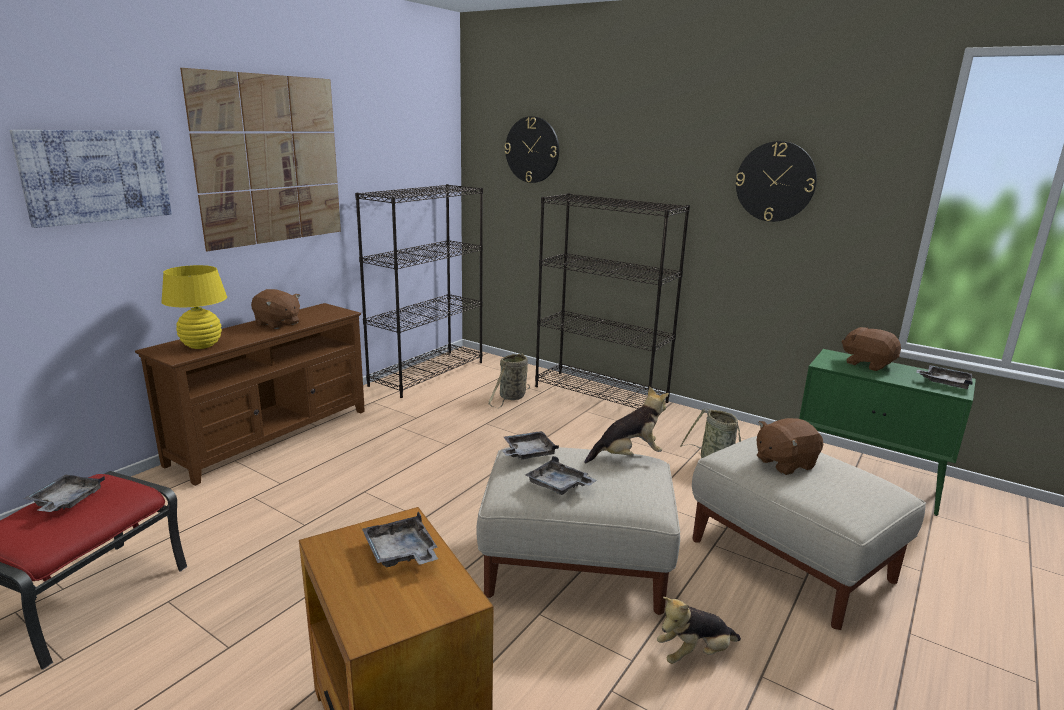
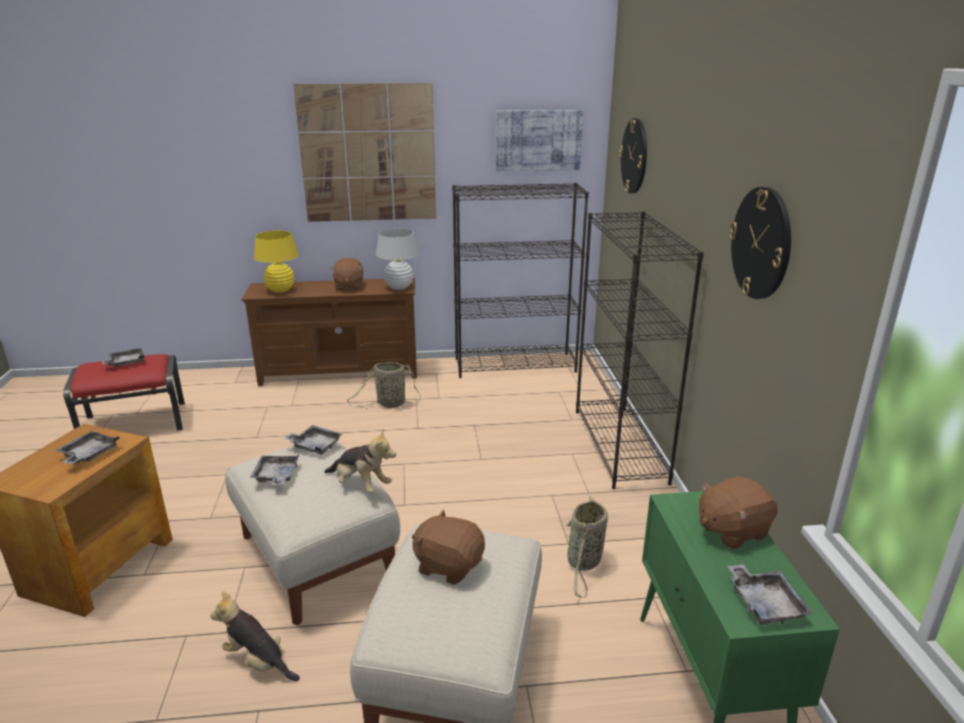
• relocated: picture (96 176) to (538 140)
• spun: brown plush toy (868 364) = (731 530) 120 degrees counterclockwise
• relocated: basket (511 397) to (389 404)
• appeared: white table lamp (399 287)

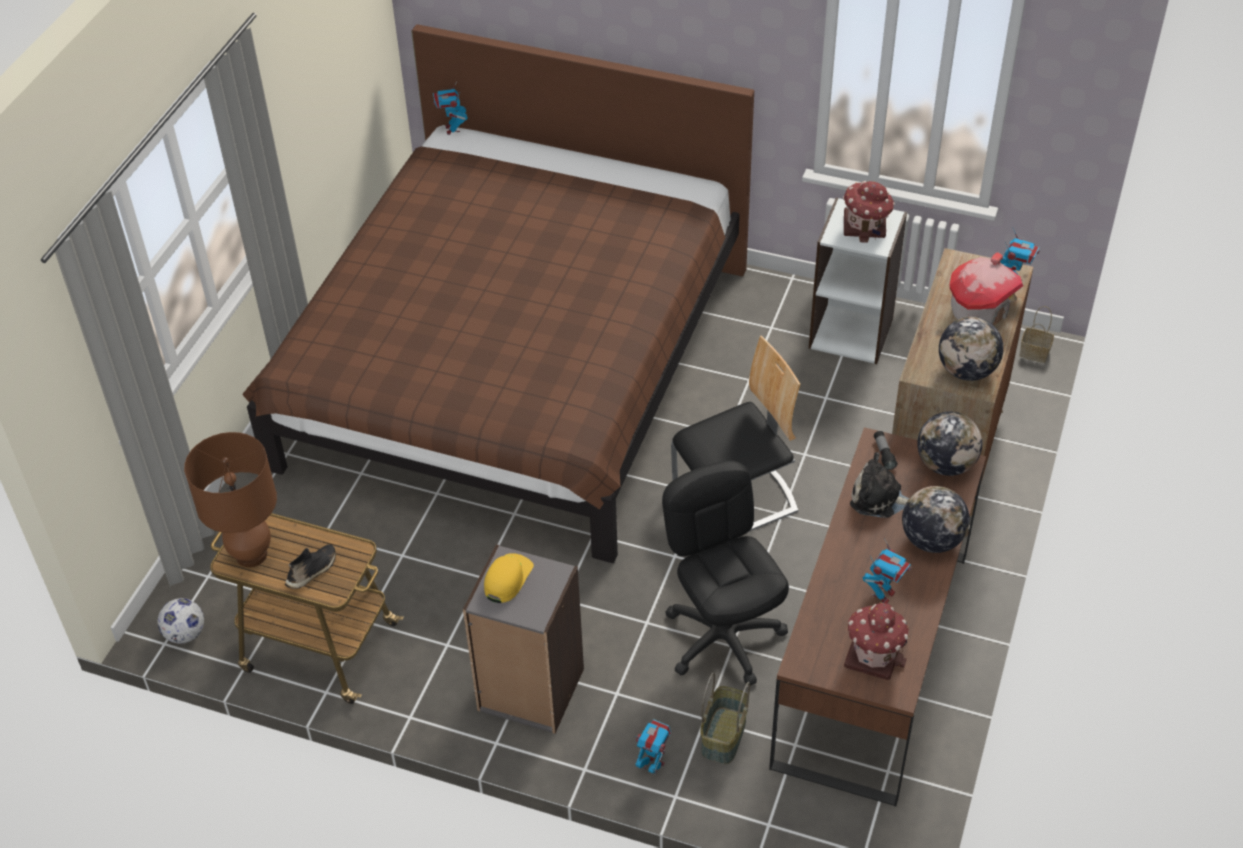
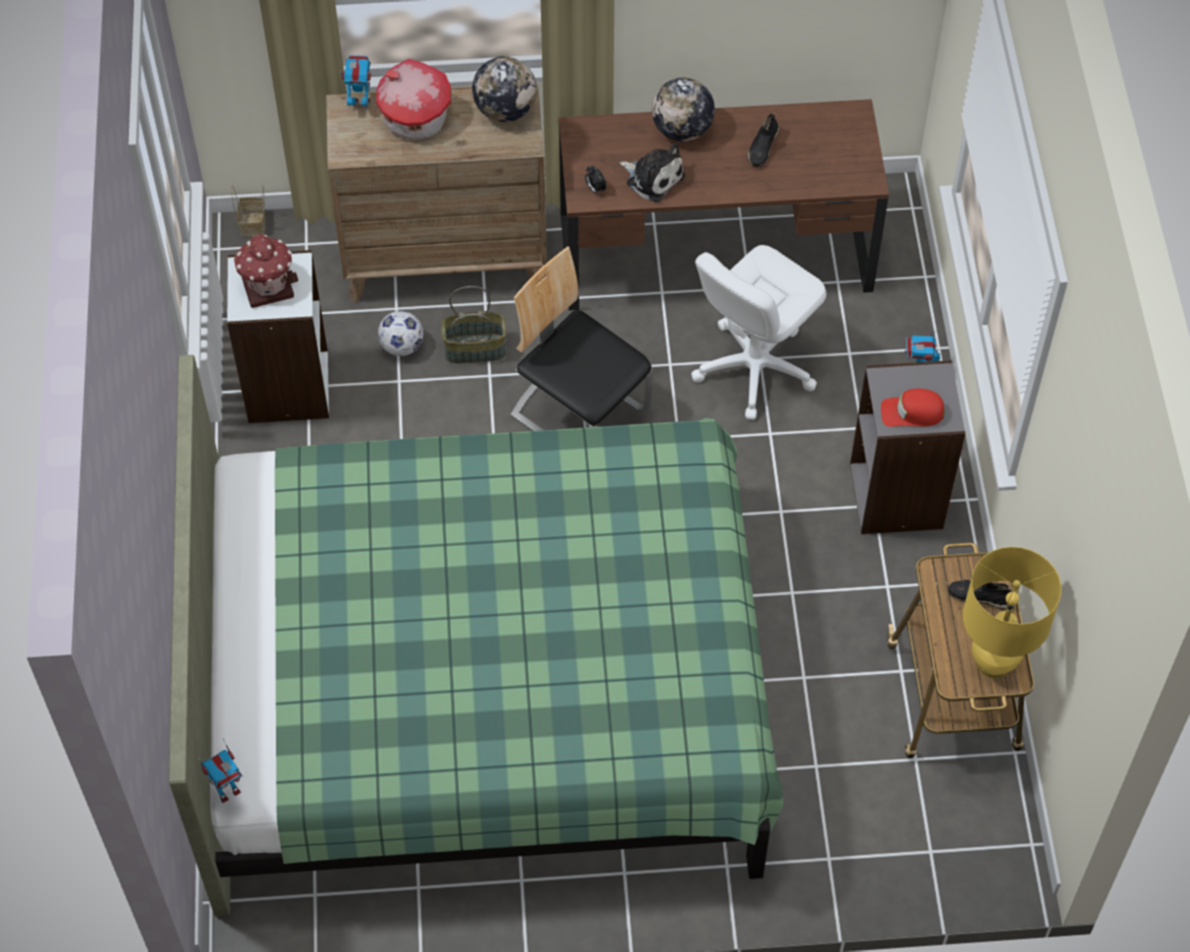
• colour: brown bed (514 366) to green bed (482 691)
• missing: globe (946 464)
• exchanged: flashlight (884 454) to alarm clock (595 189)
• colour: brown table lamp (251 555) to yellow table lamp (993 663)
• spun: plush toy (879 498) = (652 178) 45 degrees counterclockwise
• colour: black office chair (723 637) to white office chair (754 368)
• exchanged: toy robot (883 594) to black shoe (762 147)
• colour: yellow cap (507 579) to red cap (912 413)
• relocated: football (185 634) to (402 346)
• missing: toy house (874 654)
• relocated: basket (724 736) to (475 348)

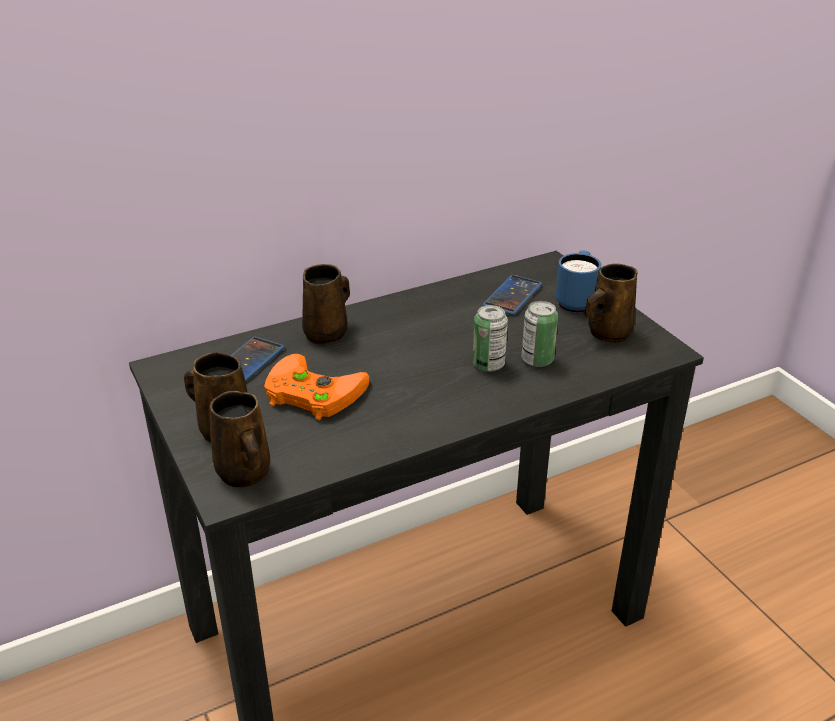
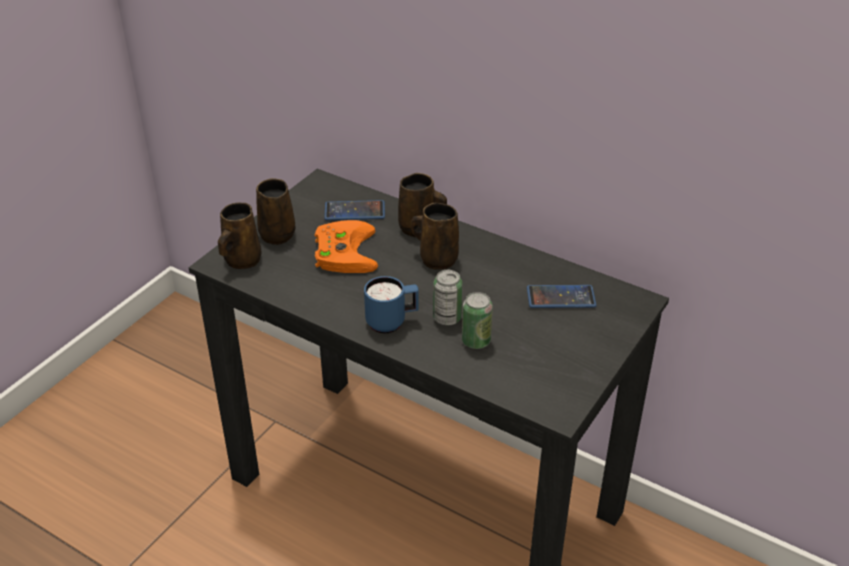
• relocated: blue mug (576 301) to (392 322)
• relocated: brown mug (607 333) to (436 259)

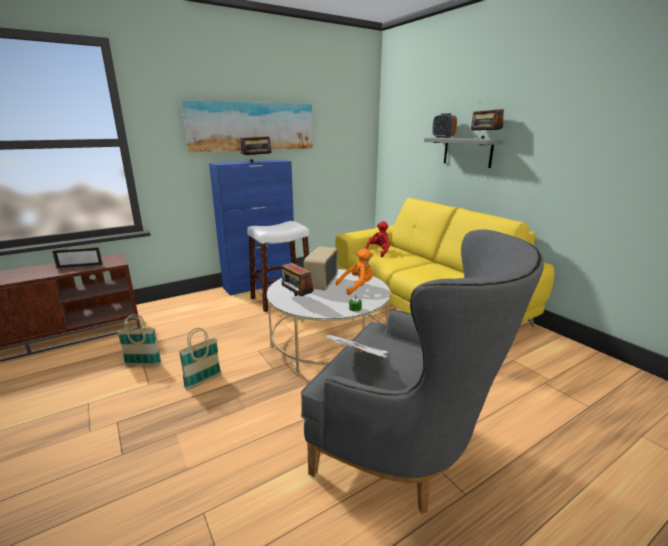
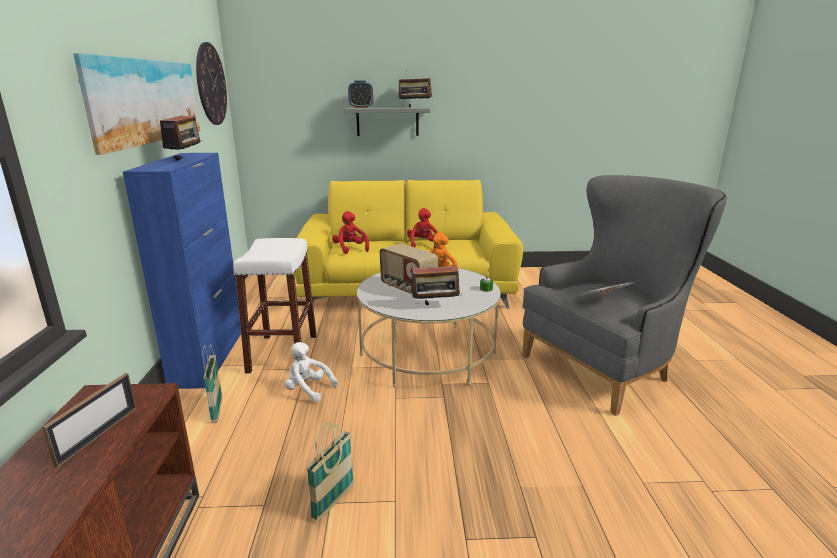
• relocated: basket (203 381) to (217 410)
• appeared: wall clock (211 84)
• appeared: red plush toy (423 245)
• appeared: white plush toy (308 390)

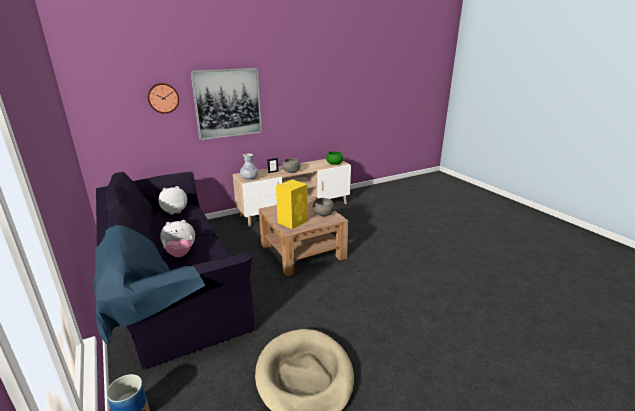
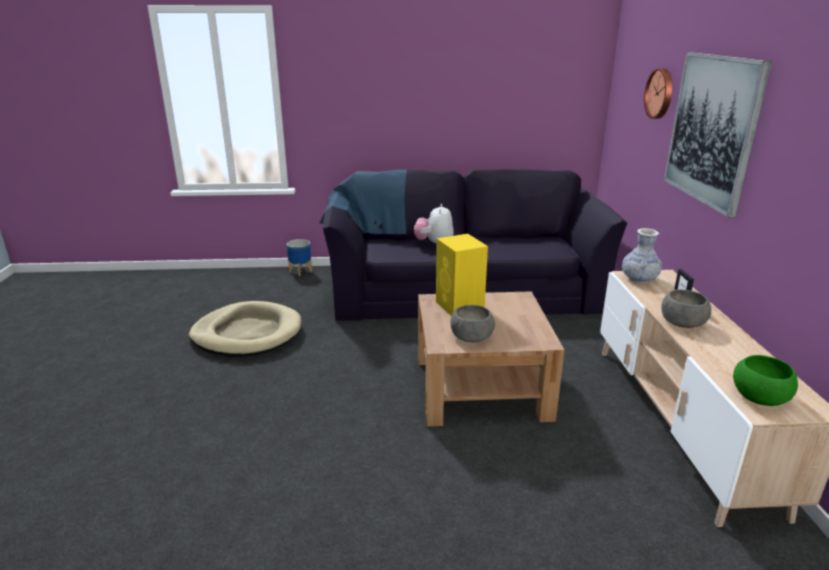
• missing: plush toy (175 211)

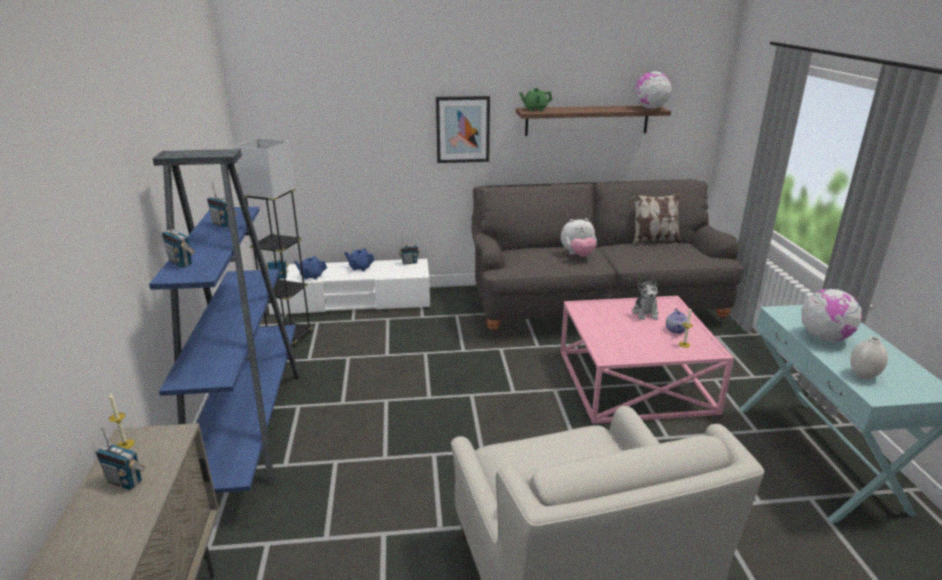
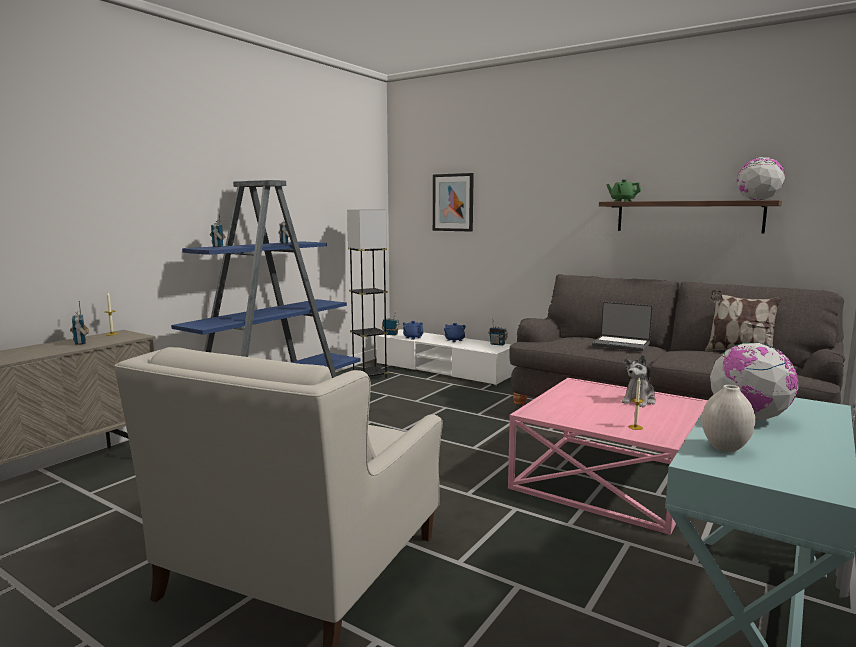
• relocated: picture (463 129) to (453 202)
• exchanged: plush toy (578 255) to laptop (621 344)
• missing: teapot (676 330)

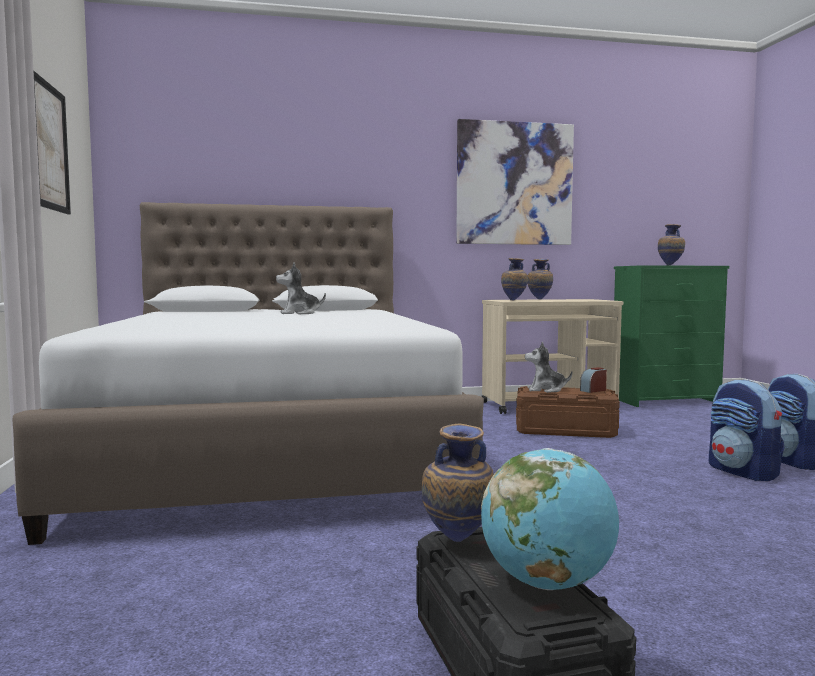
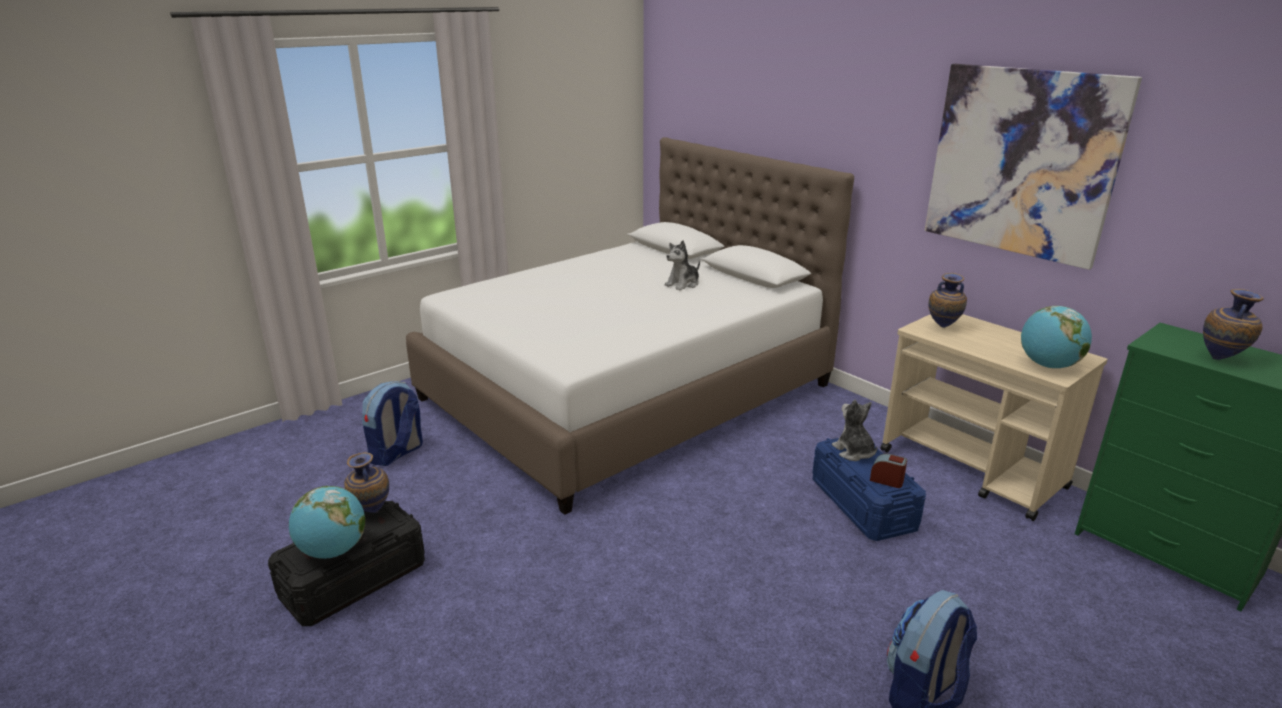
• missing: picture (49 147)
• missing: vase (539 299)
• spun: plush toy (299 313) = (683 284) 90 degrees counterclockwise
• relocated: backpack (743 472) to (396 454)
• colour: brown storage box (565 430) to blue storage box (862 505)
• appeared: globe (1048 366)

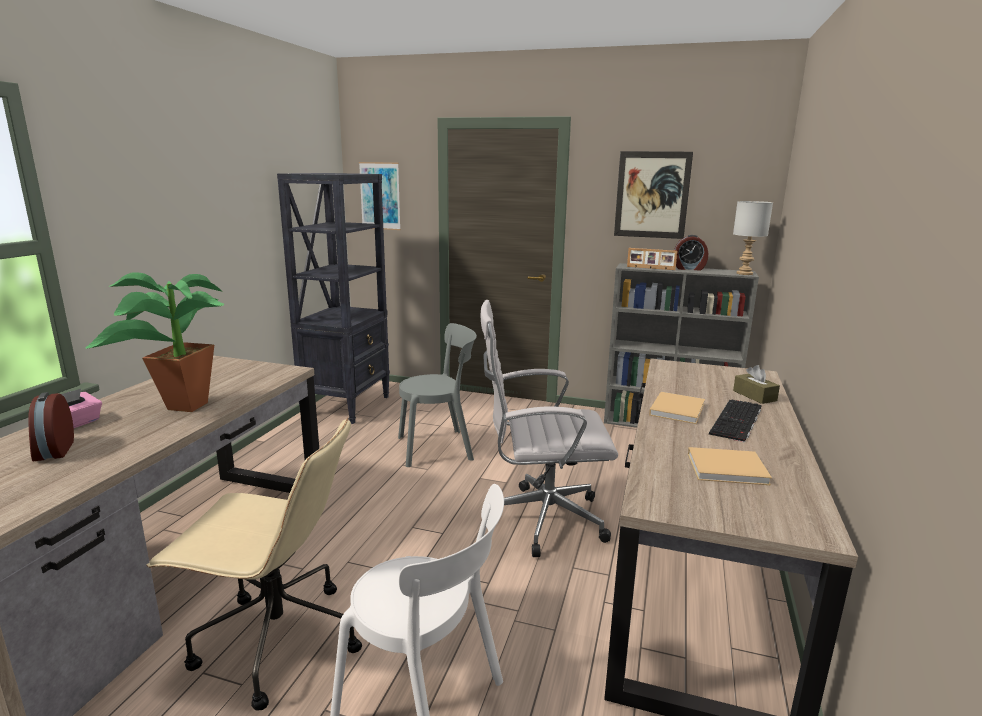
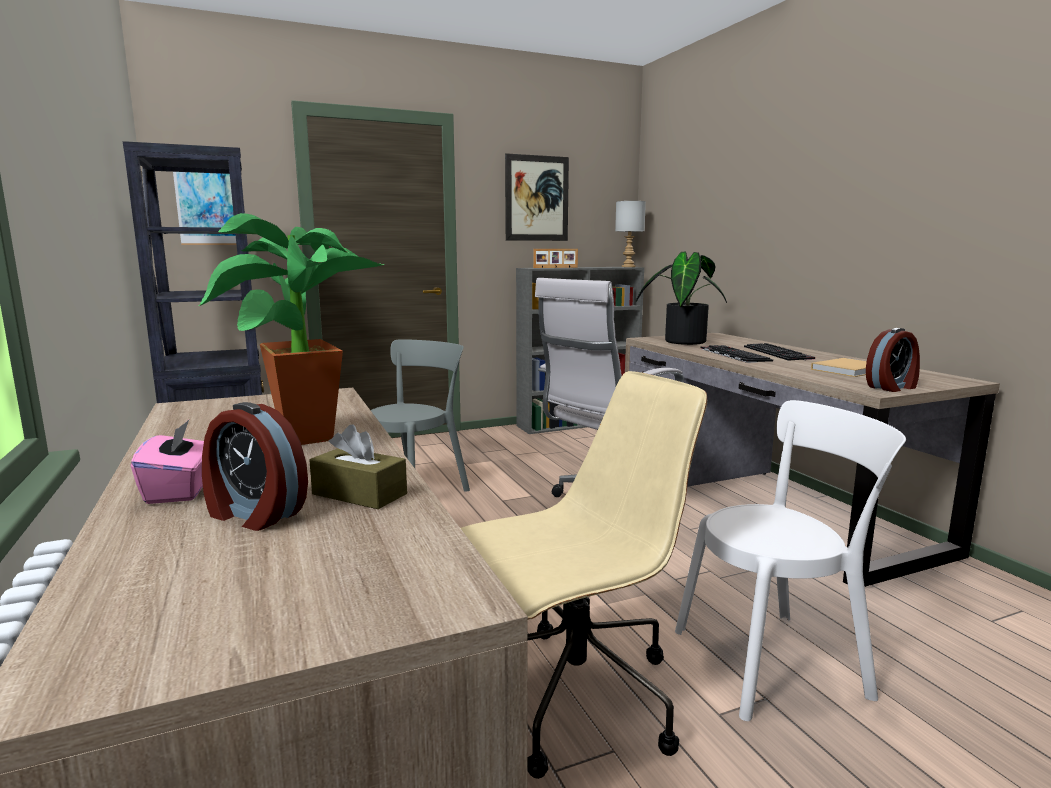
• relocated: alarm clock (689 268) to (892 387)
• relocated: brown tissue box (754 396) to (359 494)
• exchanged: beige book (677 409) to keyboard (732 354)
• appeared: potted plant (681 341)

